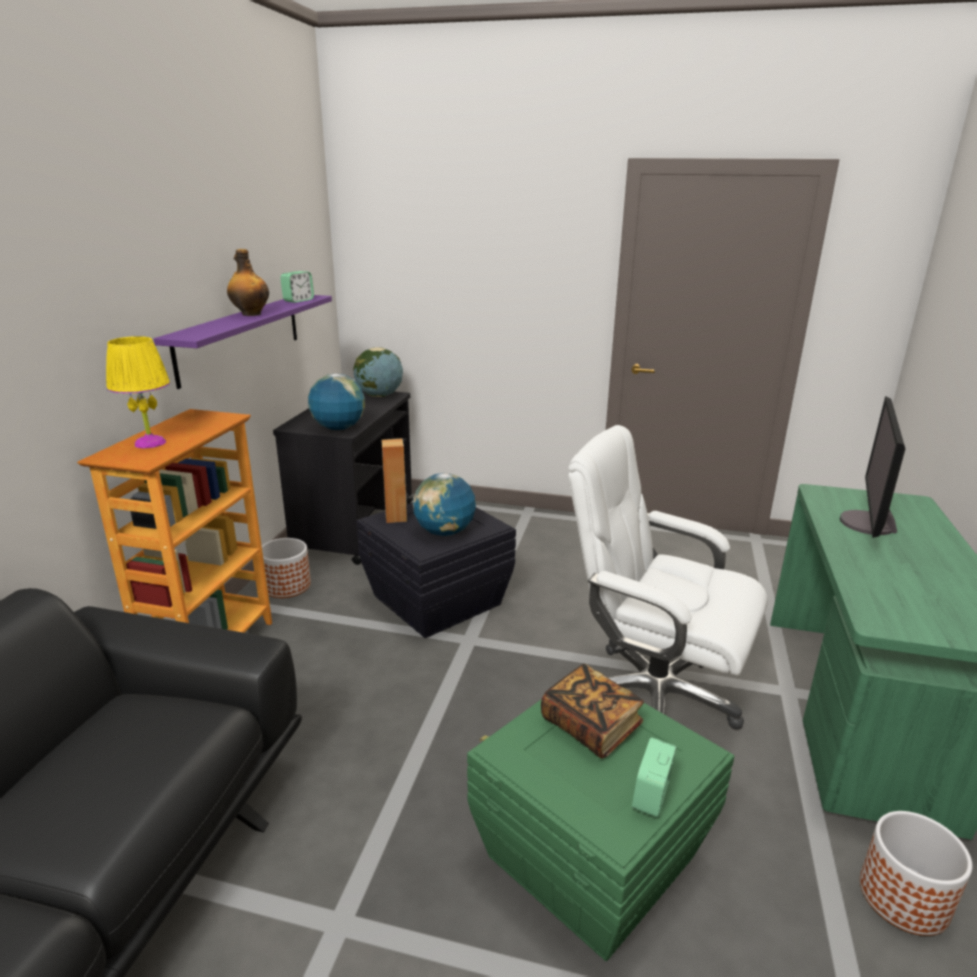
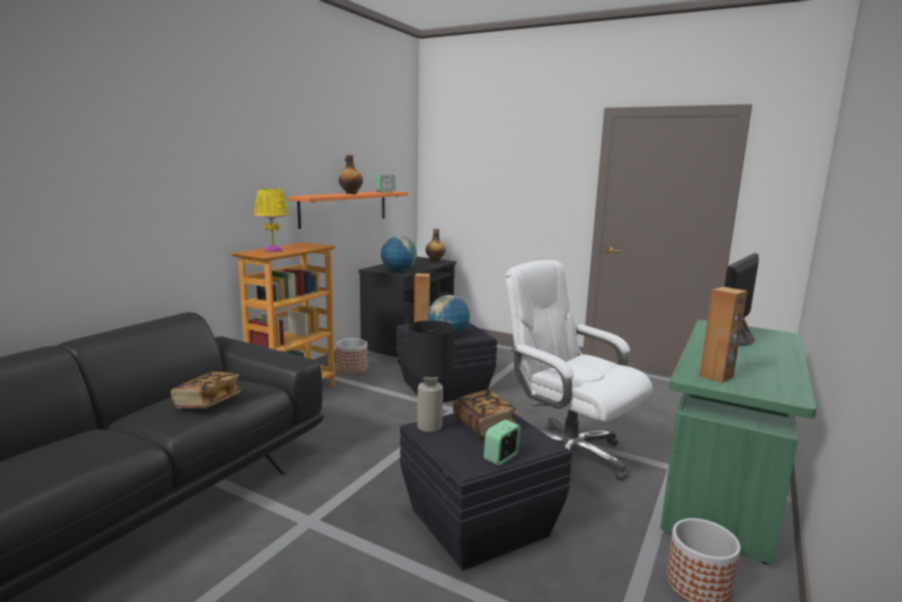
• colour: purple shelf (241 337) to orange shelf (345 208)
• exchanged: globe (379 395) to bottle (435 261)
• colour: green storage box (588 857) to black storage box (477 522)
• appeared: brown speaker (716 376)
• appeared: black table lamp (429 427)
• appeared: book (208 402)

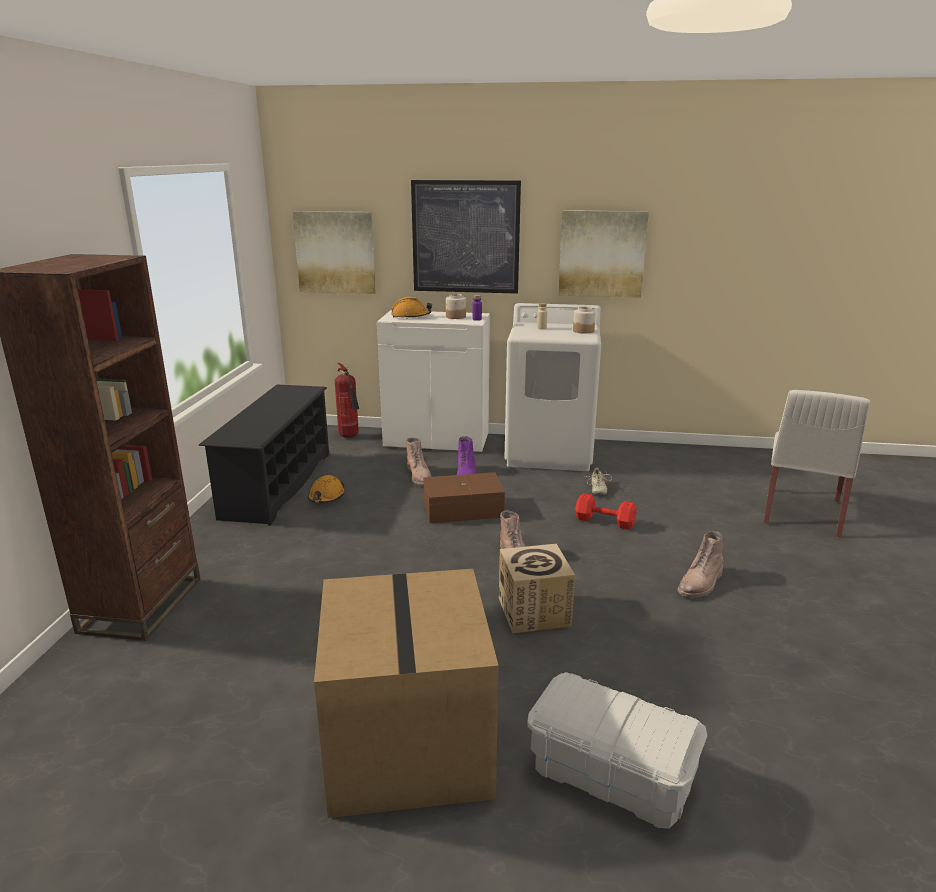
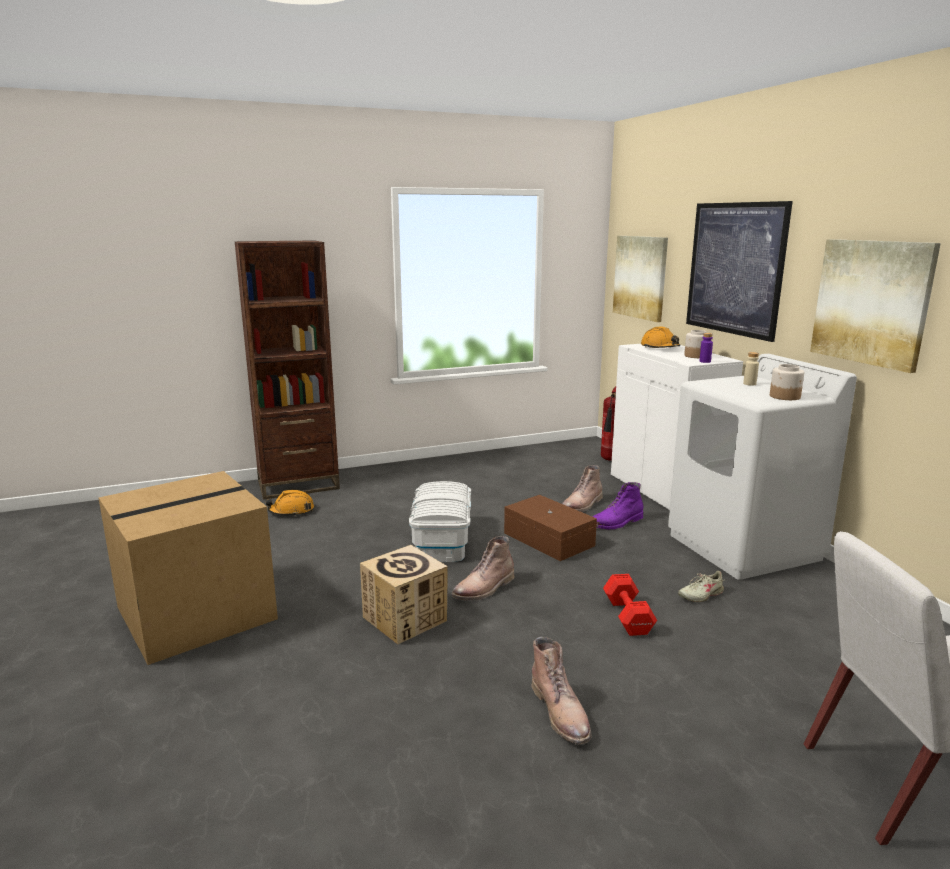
• missing: black shoe rack (277 484)
• relocated: orange hard hat (326 497) to (291 511)
• spun: brown boot (701 583) = (561 713) 120 degrees counterclockwise
• relocated: white storage box (610 774) to (441 540)

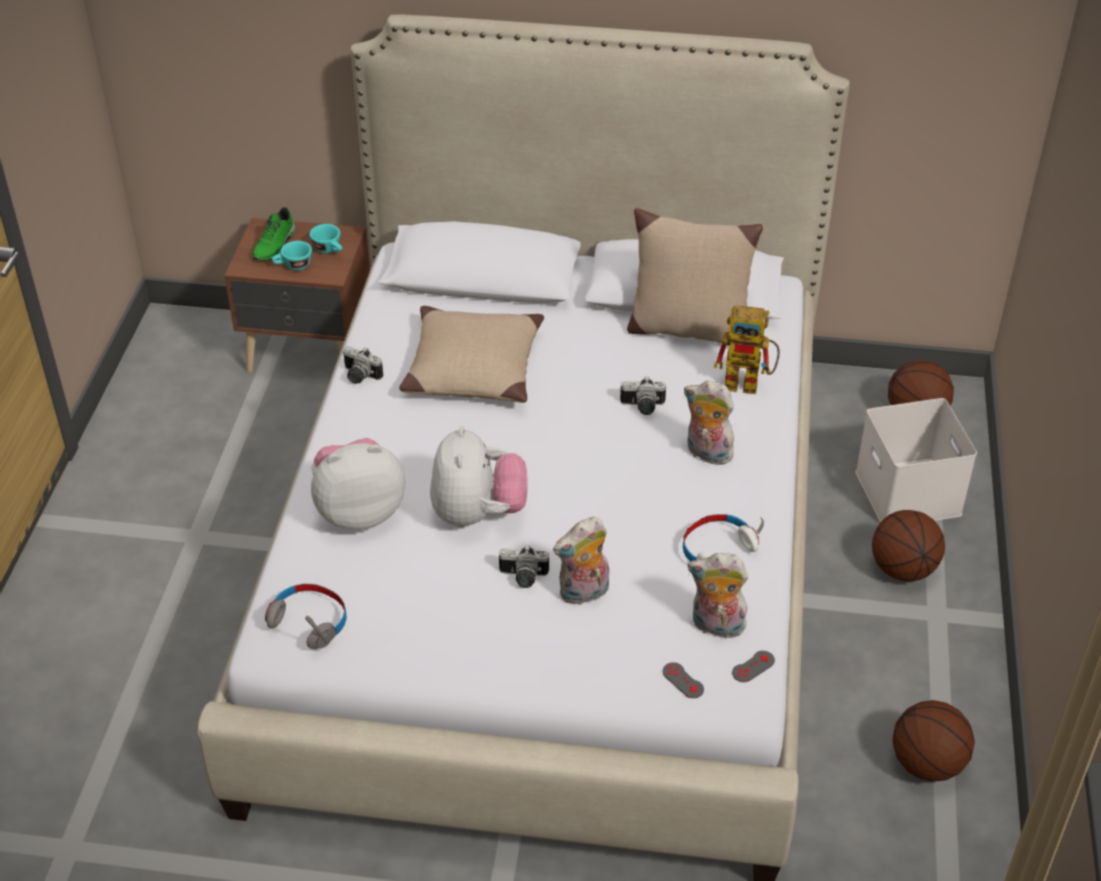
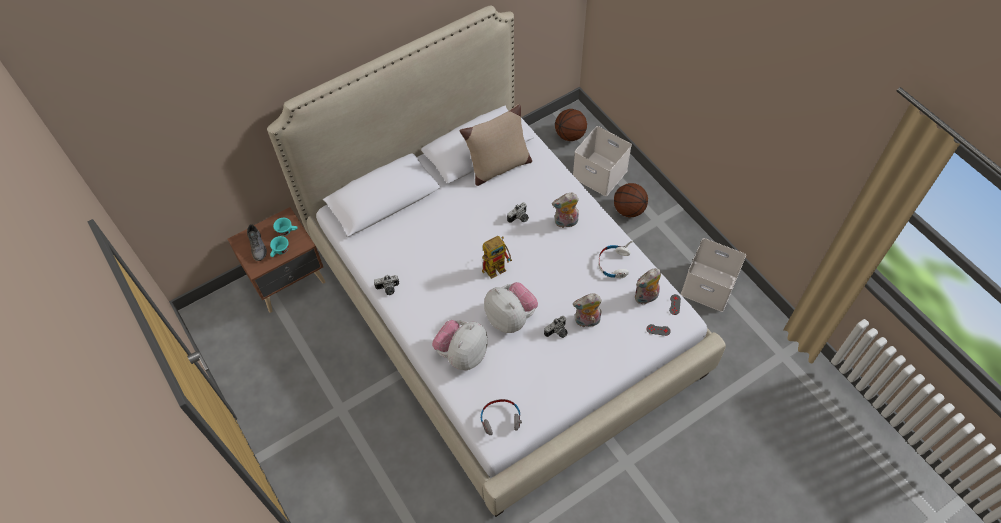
• colour: green shoe (275 245) to grey shoe (258 246)
• relocated: toy robot (749 383) to (498 266)
• missing: beige pillow (472 368)
• spun: plush toy (584 594) = (587 321) 60 degrees clockwise
• exchanged: basketball (928 764) to white storage box (710 286)

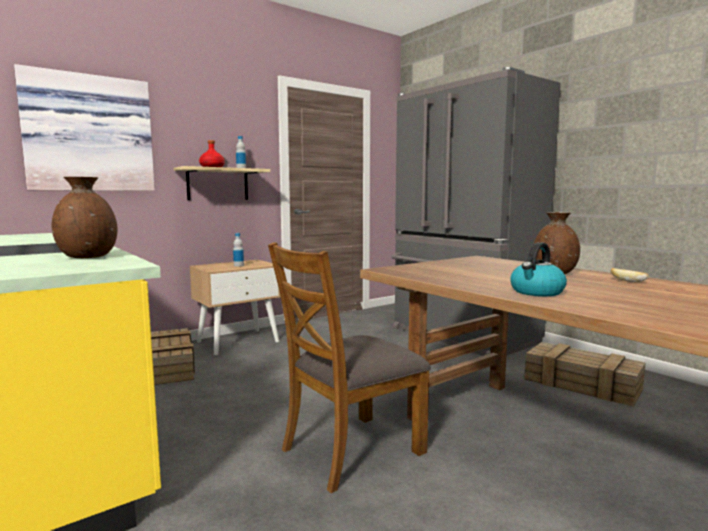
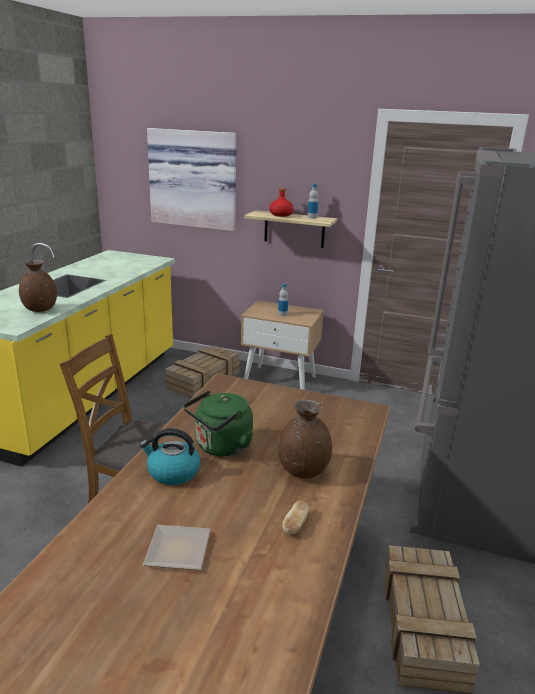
• appeared: green kettle (221 447)
• appeared: plate (175 551)

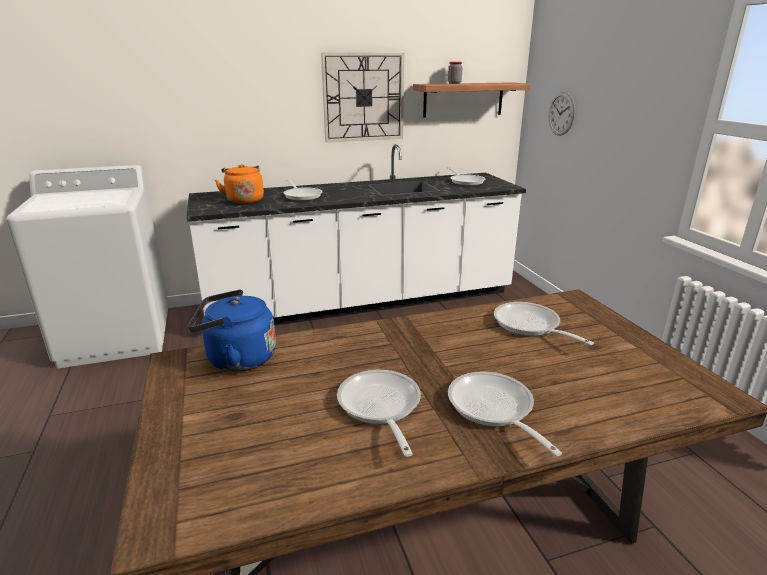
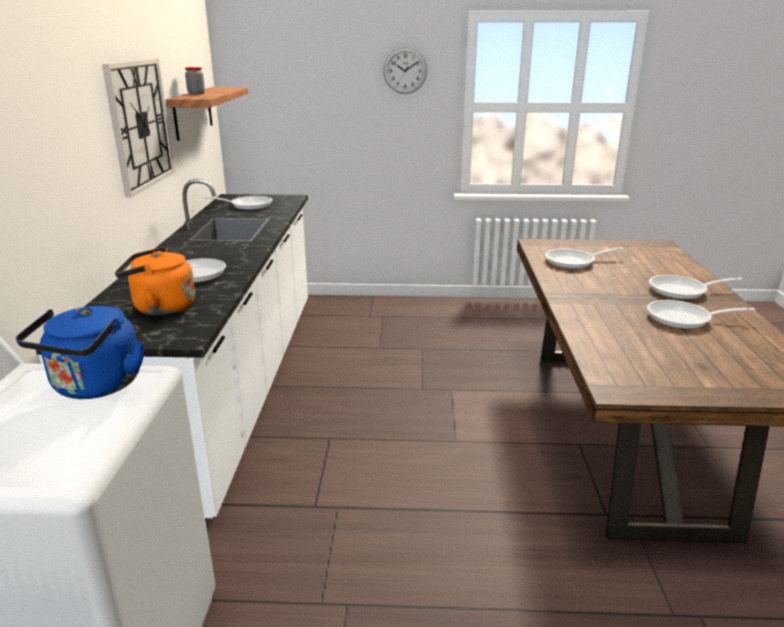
• relocated: wall clock (561 114) to (405 70)
• relocated: blue kettle (237 359) to (95 387)

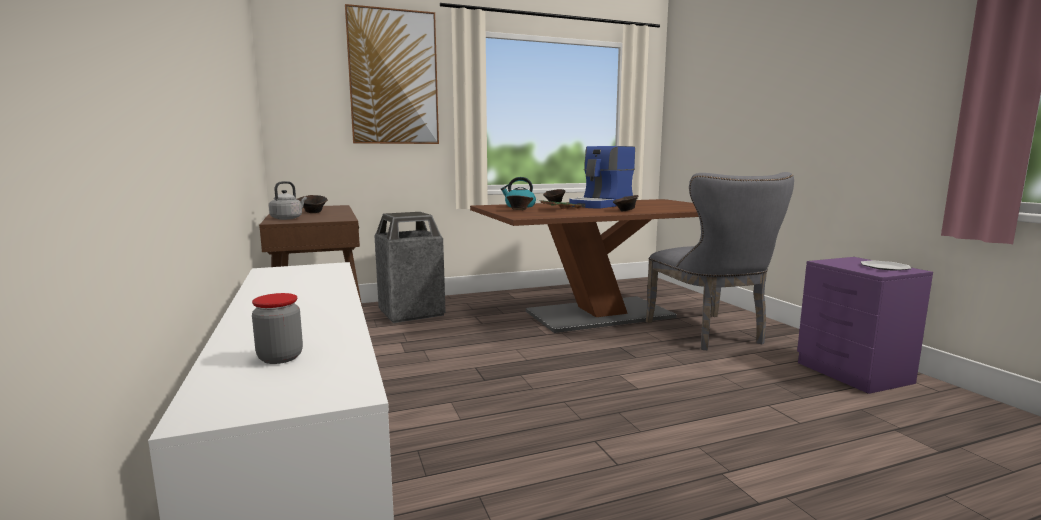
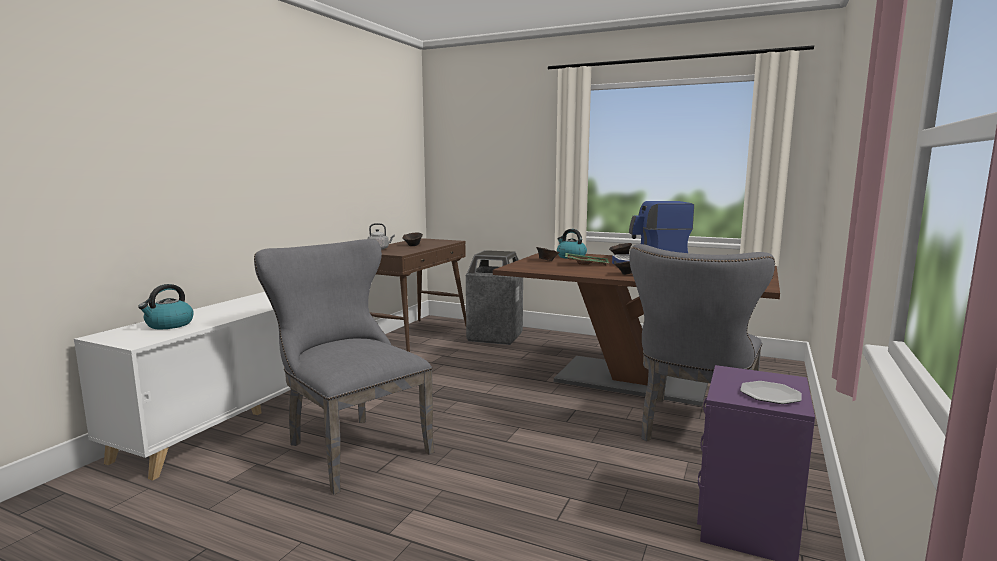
• missing: picture (393 78)
• exchanged: jar (280 358) to kettle (169 325)
• appeared: grey chair (350 447)

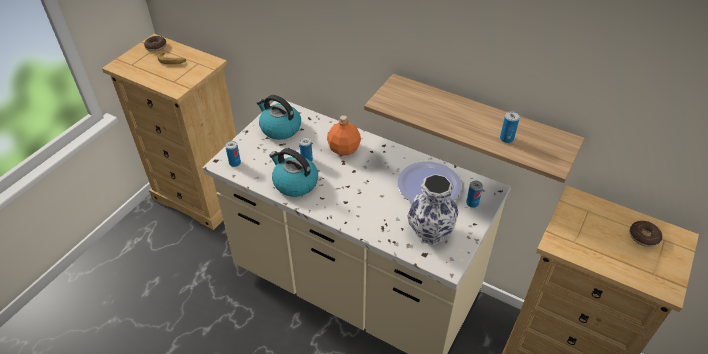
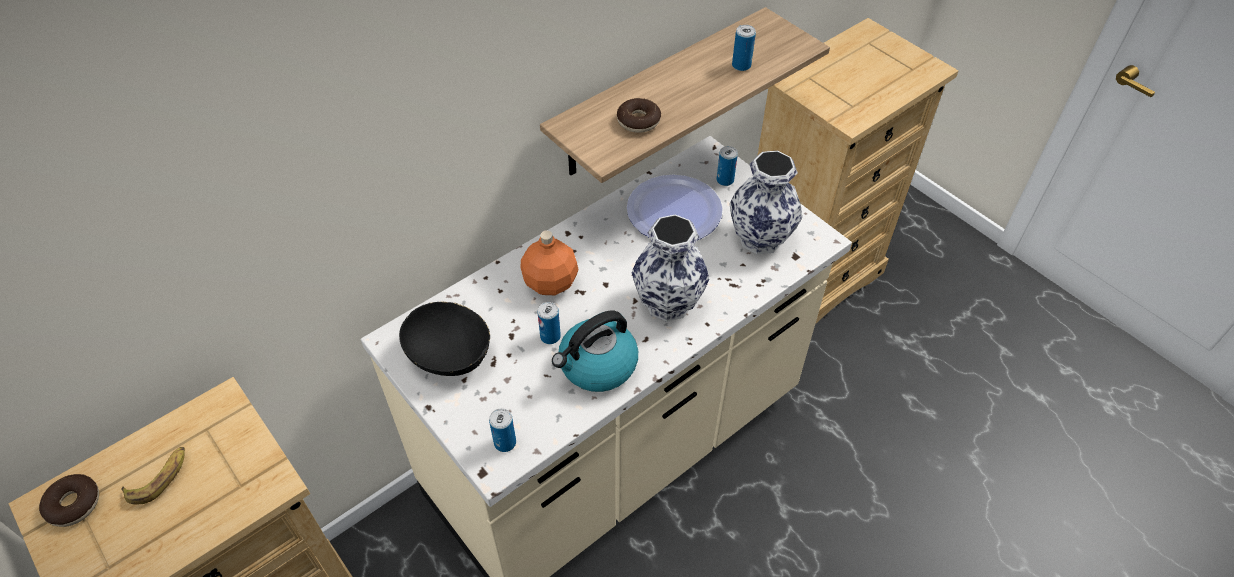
• exchanged: kettle (280 128) to black bowl (450 355)
• relocated: donut (643 237) to (638 121)
• appeared: vase (667 302)

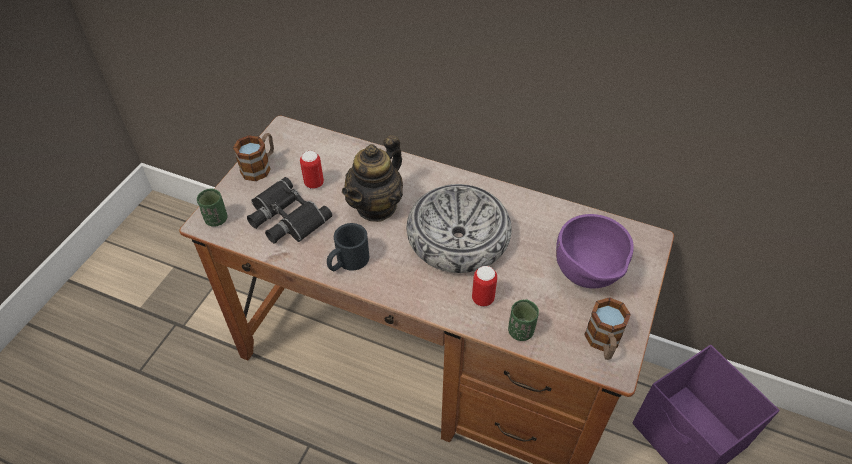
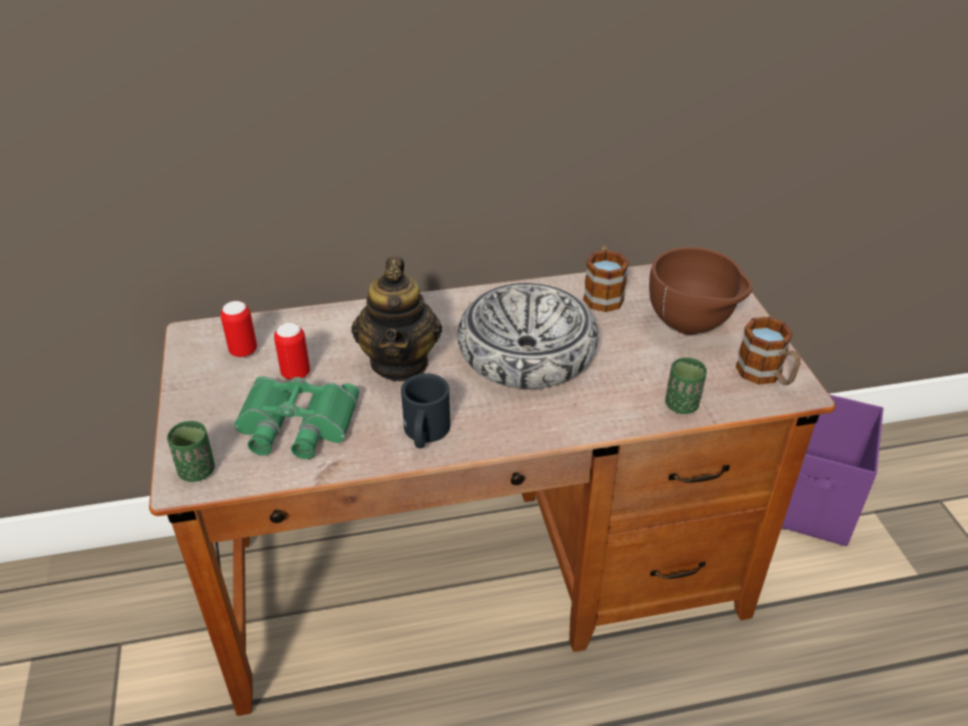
• relocated: mug (260 166) to (602 294)
• colour: black binoculars (285 218) to green binoculars (295 426)
• colour: purple bowl (587 278) to brown bowl (691 328)
• relocated: can (483 299) to (243 351)

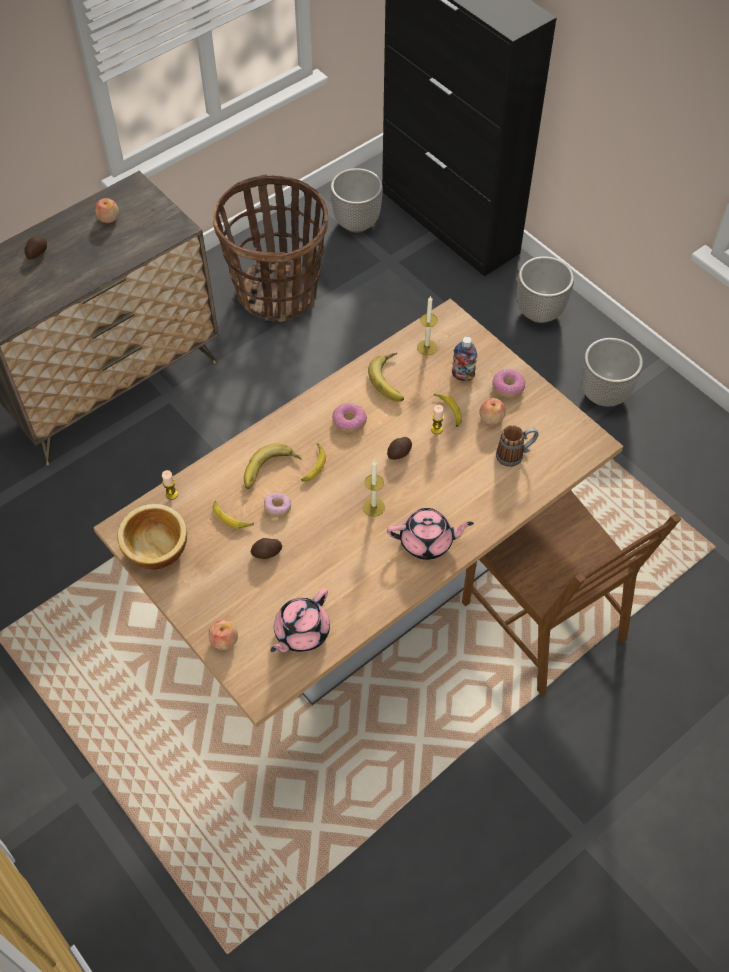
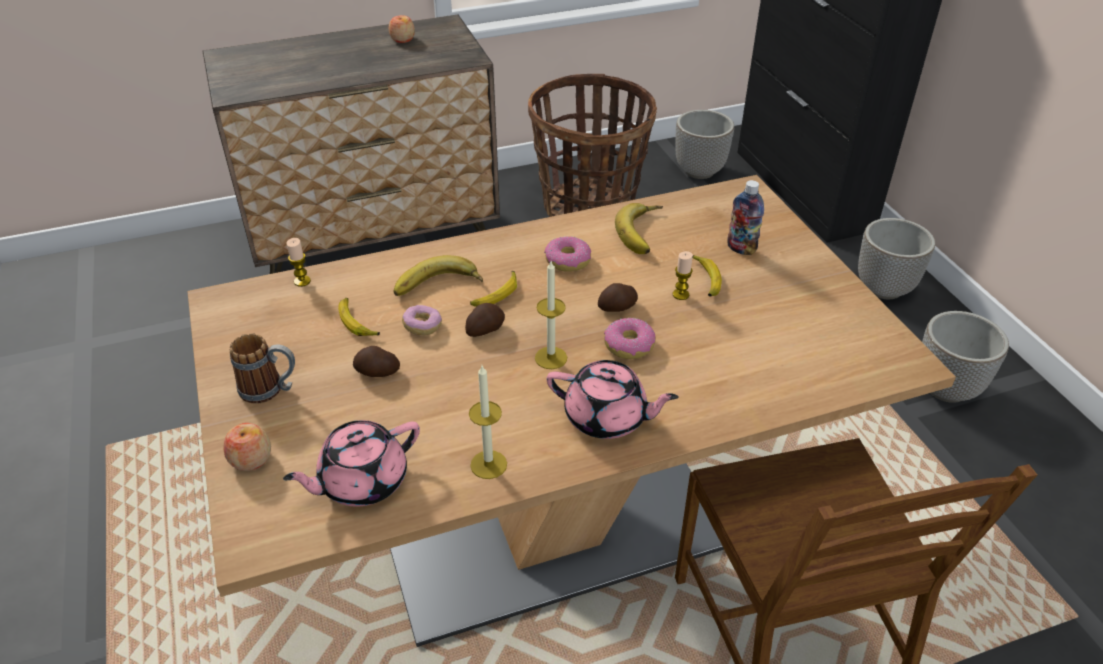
• relocated: potato (36 252) to (484 329)
• relocated: candle (426 347) to (488 464)
• relocated: donut (508 387) to (629 346)
• missing: apple (491 418)
• relocated: mug (515 455) to (270 390)
• missing: bowl (155 548)

